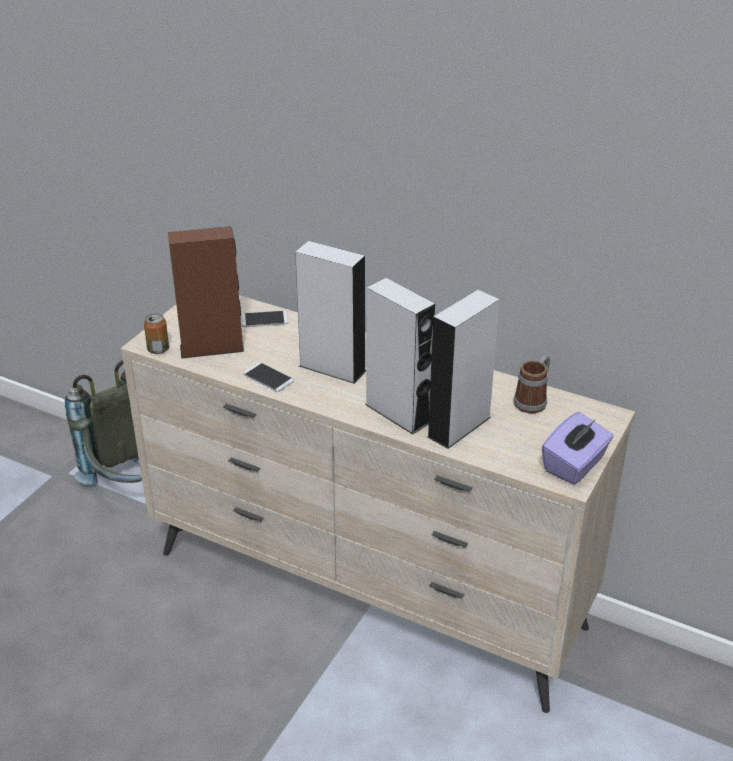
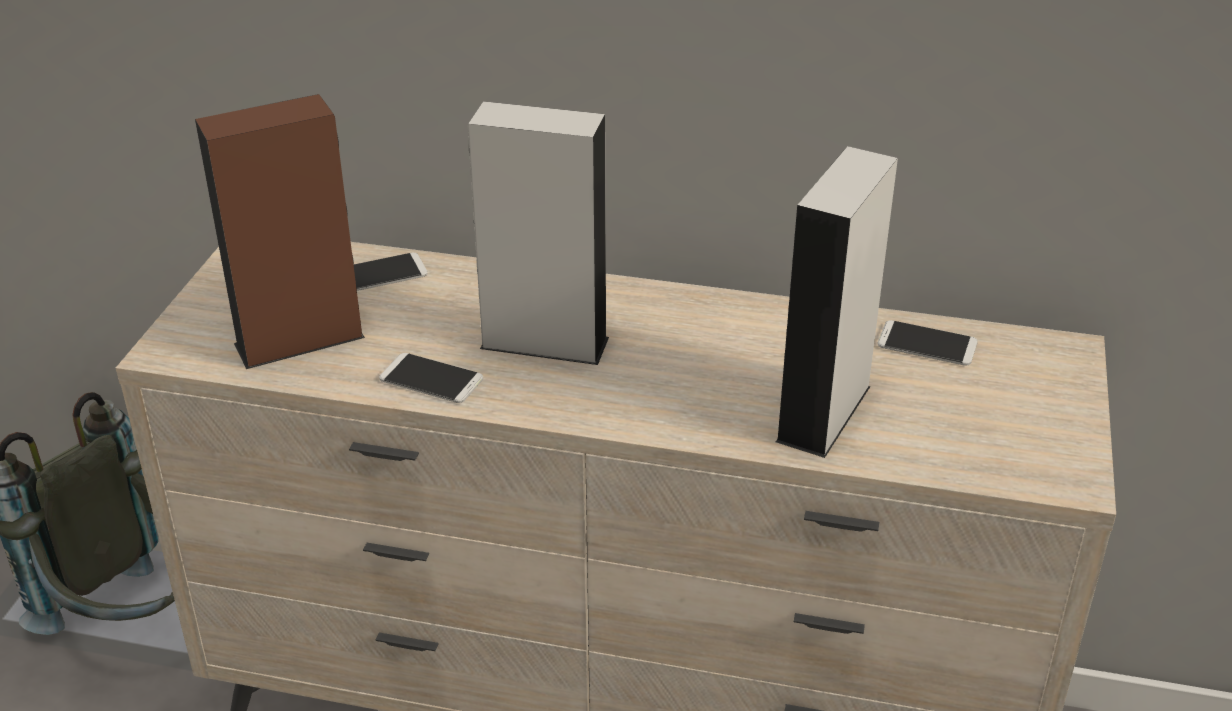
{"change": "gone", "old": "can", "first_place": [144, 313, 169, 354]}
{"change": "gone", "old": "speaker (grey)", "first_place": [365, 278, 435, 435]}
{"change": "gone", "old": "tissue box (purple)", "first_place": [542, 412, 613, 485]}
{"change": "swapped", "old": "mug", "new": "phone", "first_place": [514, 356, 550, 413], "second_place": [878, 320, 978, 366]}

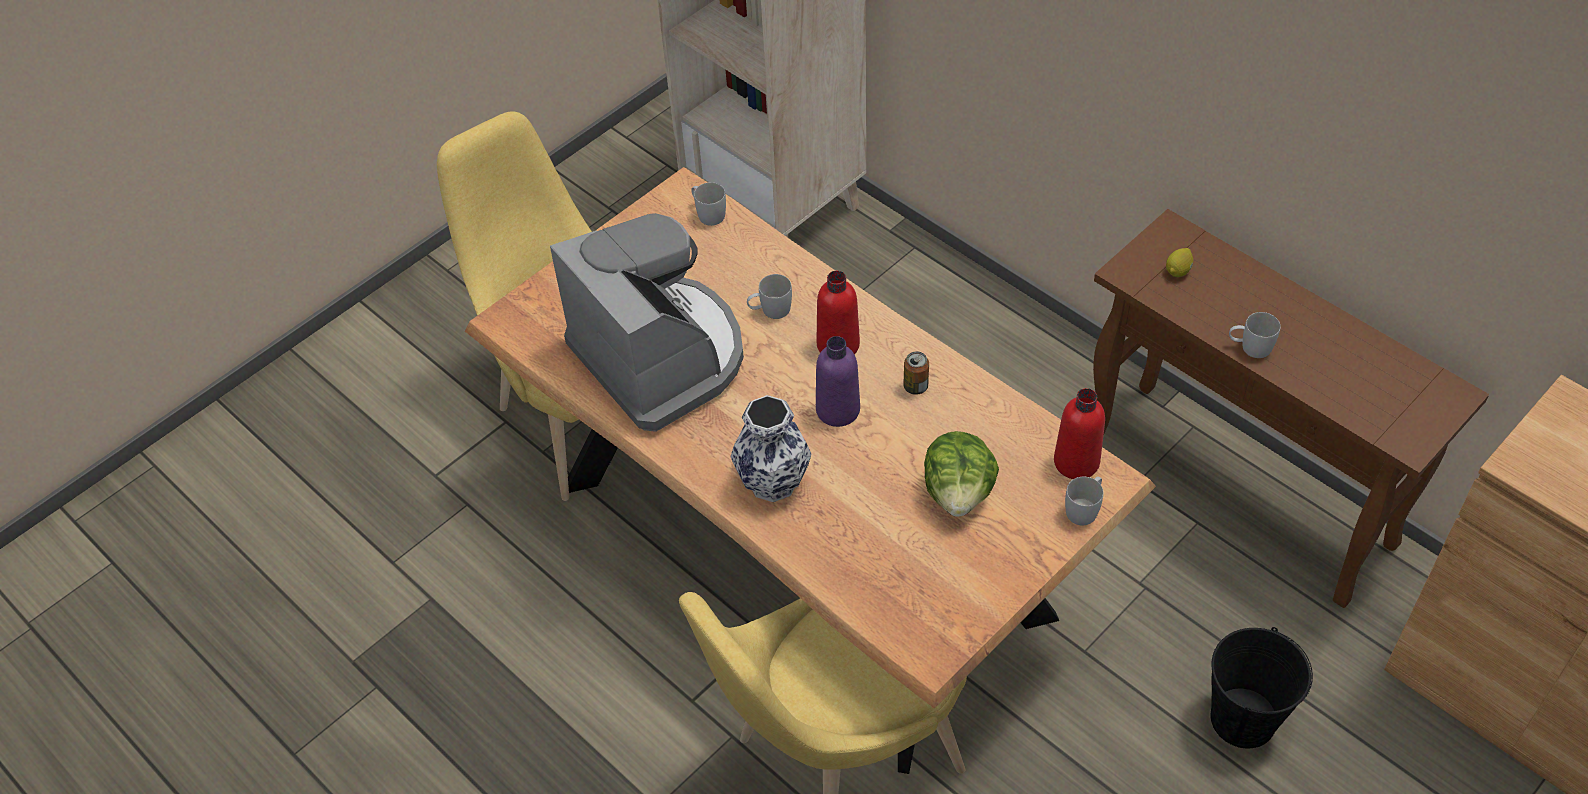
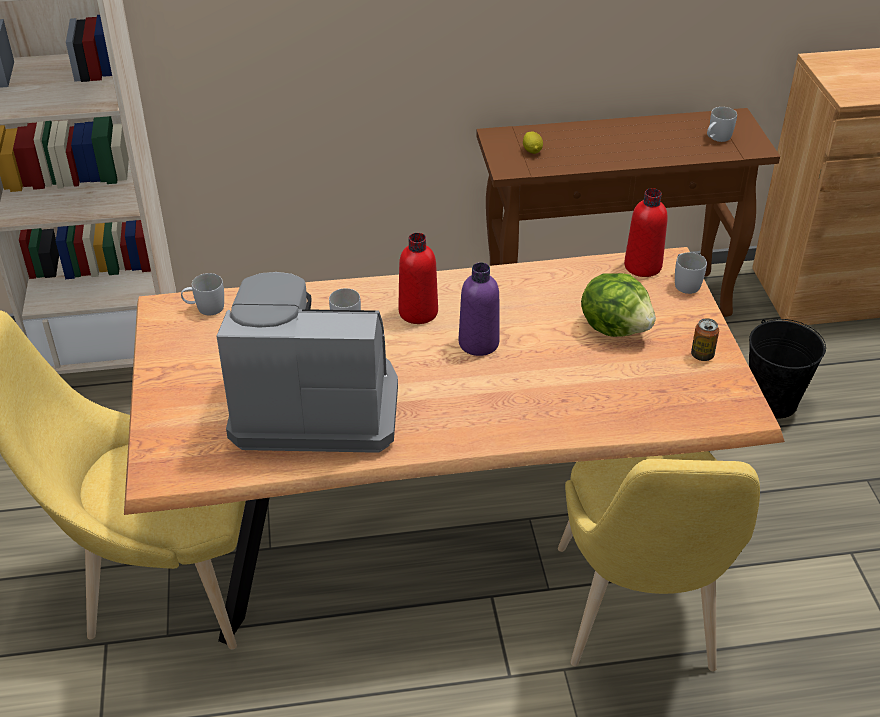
{"change": "gone", "old": "vase", "first_place": [730, 395, 811, 502]}
{"change": "shifted", "old": "can", "first_place": [903, 351, 929, 395], "second_place": [691, 318, 719, 361]}
{"change": "shifted", "old": "mug (white)", "first_place": [1229, 312, 1281, 358], "second_place": [707, 107, 737, 142]}

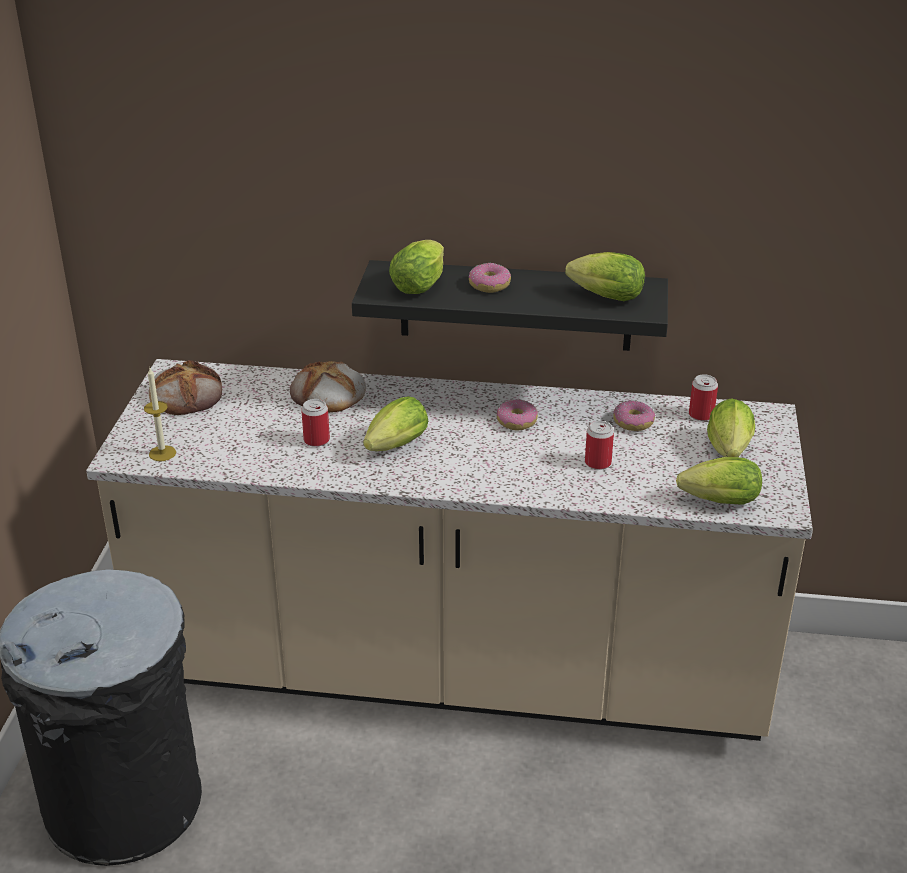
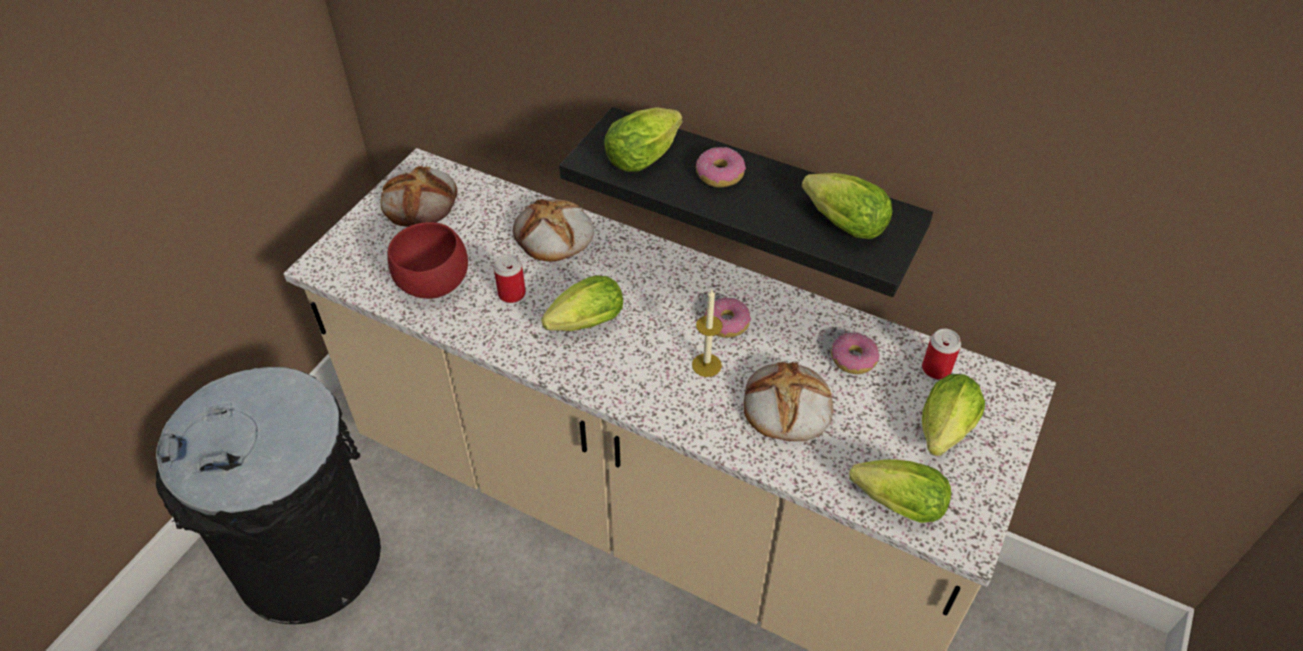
{"change": "new", "new": "bowl (red)", "second_place": [387, 222, 468, 299]}
{"change": "shifted", "old": "candle", "first_place": [144, 368, 176, 461], "second_place": [692, 289, 723, 377]}
{"change": "swapped", "old": "can", "new": "bread", "first_place": [585, 421, 614, 470], "second_place": [744, 362, 833, 441]}

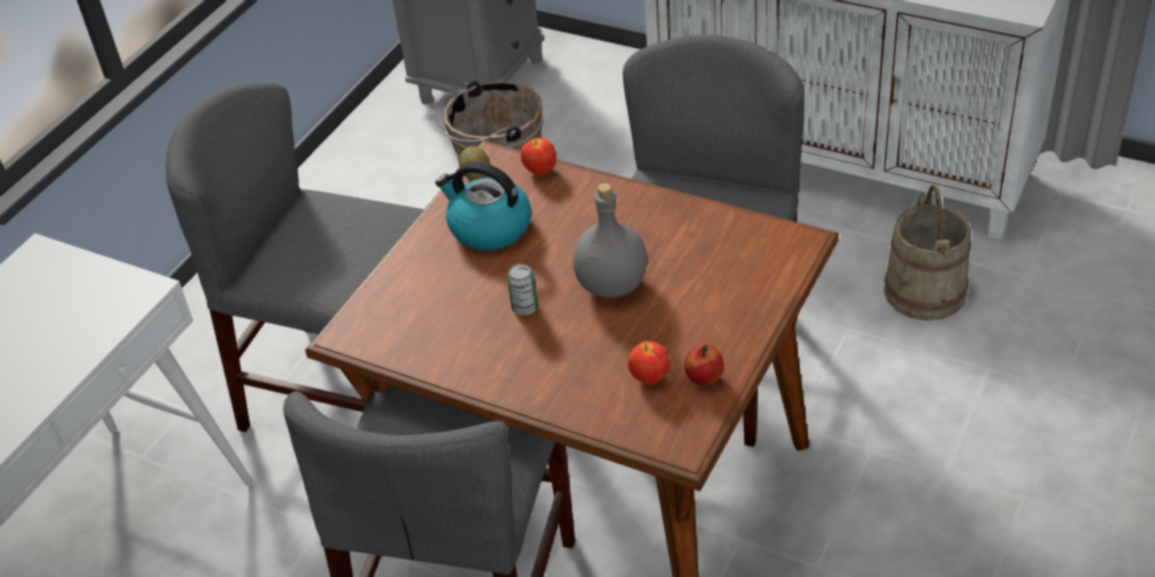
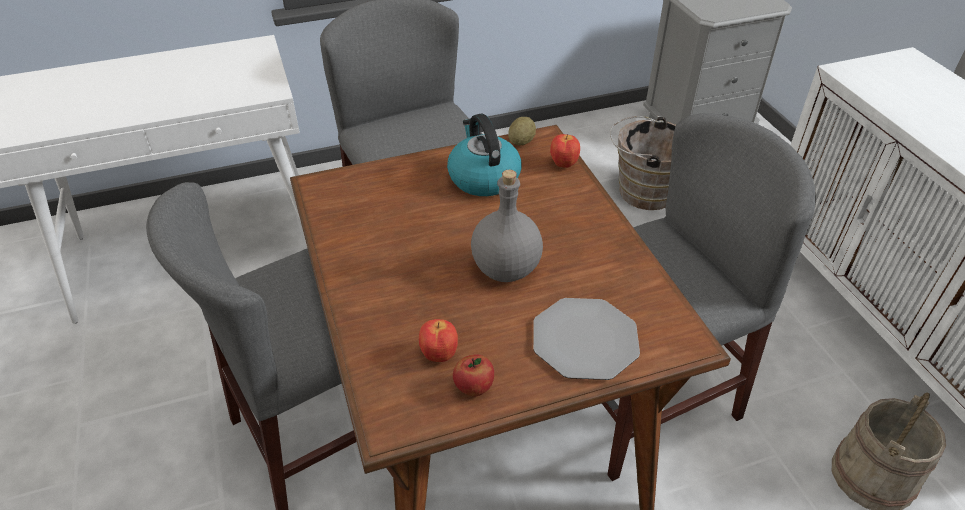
{"change": "gone", "old": "can", "first_place": [507, 264, 538, 316]}
{"change": "new", "new": "plate", "second_place": [533, 298, 640, 380]}

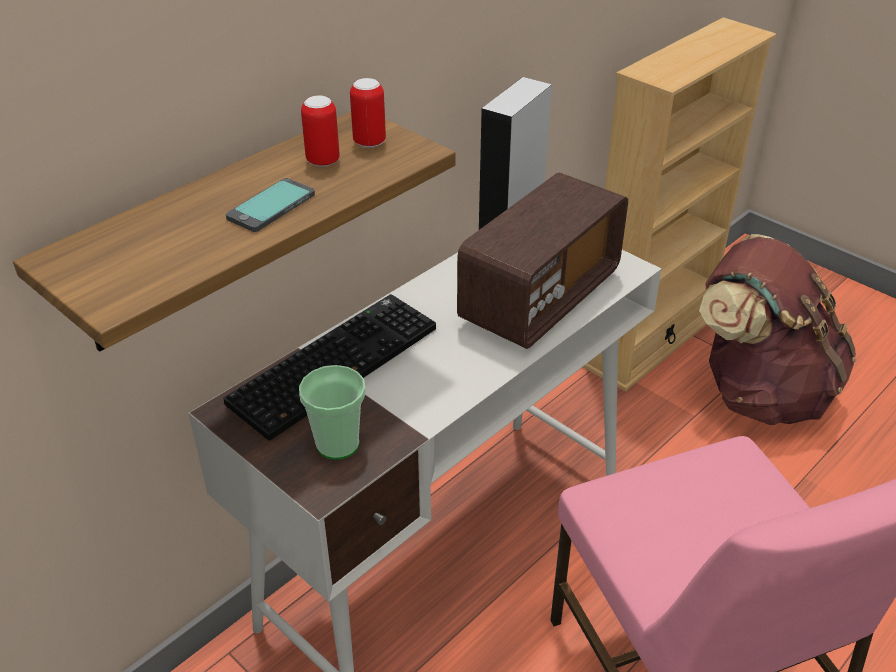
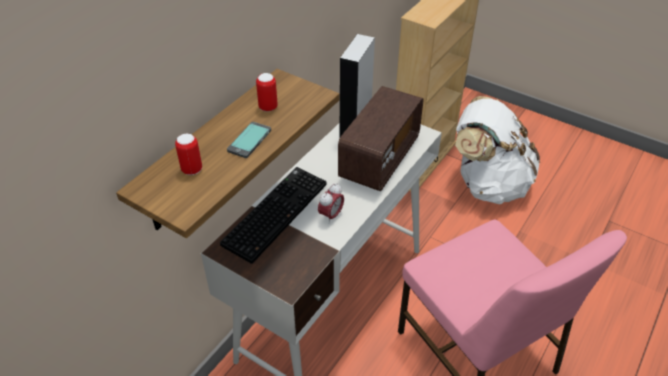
{"change": "gone", "old": "cup", "first_place": [299, 365, 366, 460]}
{"change": "new", "new": "alarm clock", "second_place": [318, 183, 344, 224]}
{"change": "shifted", "old": "can", "first_place": [350, 78, 386, 148], "second_place": [175, 133, 202, 175]}
{"change": "repainted", "old": "backpack (brown)", "new": "backpack (white)", "first_place": [699, 234, 856, 425], "second_place": [455, 96, 540, 204]}

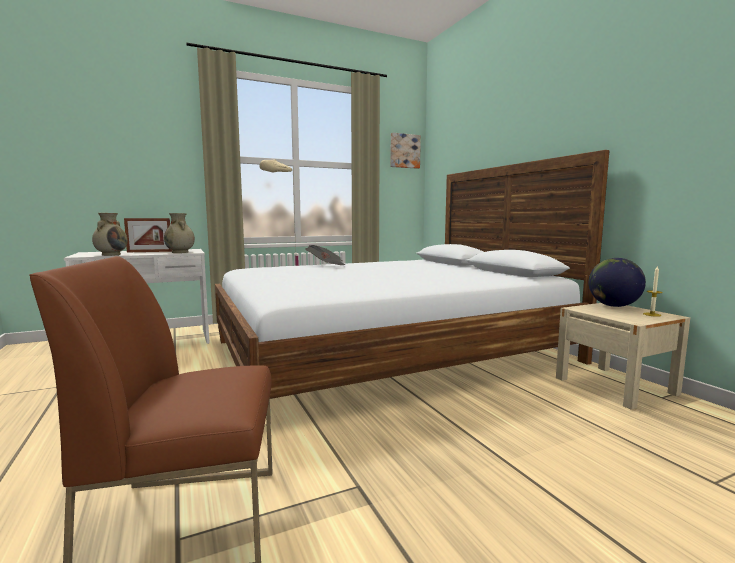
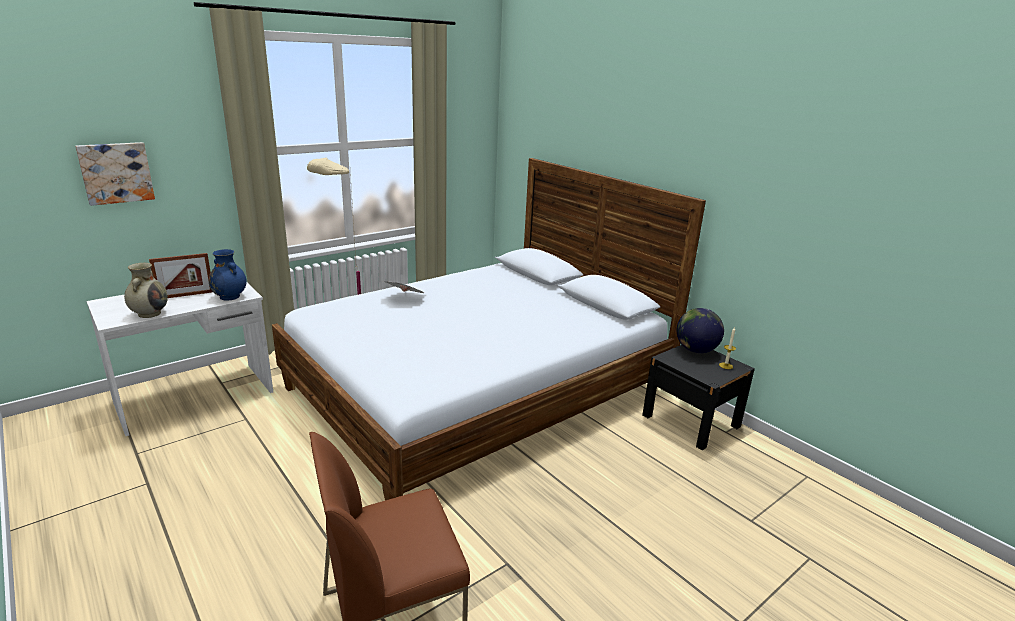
{"change": "shifted", "old": "picture", "first_place": [390, 133, 421, 169], "second_place": [75, 142, 155, 206]}
{"change": "repainted", "old": "vase (beige)", "new": "vase (blue)", "first_place": [164, 213, 195, 253], "second_place": [209, 249, 247, 301]}
{"change": "repainted", "old": "nightstand (beige)", "new": "nightstand (black)", "first_place": [556, 303, 690, 410], "second_place": [642, 345, 755, 450]}

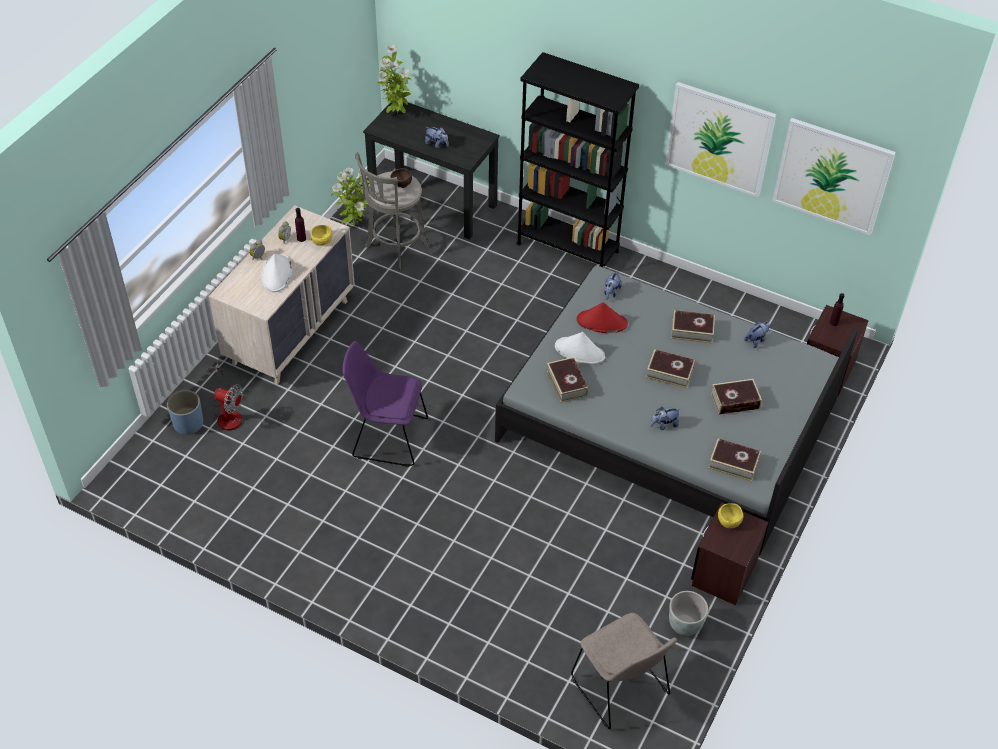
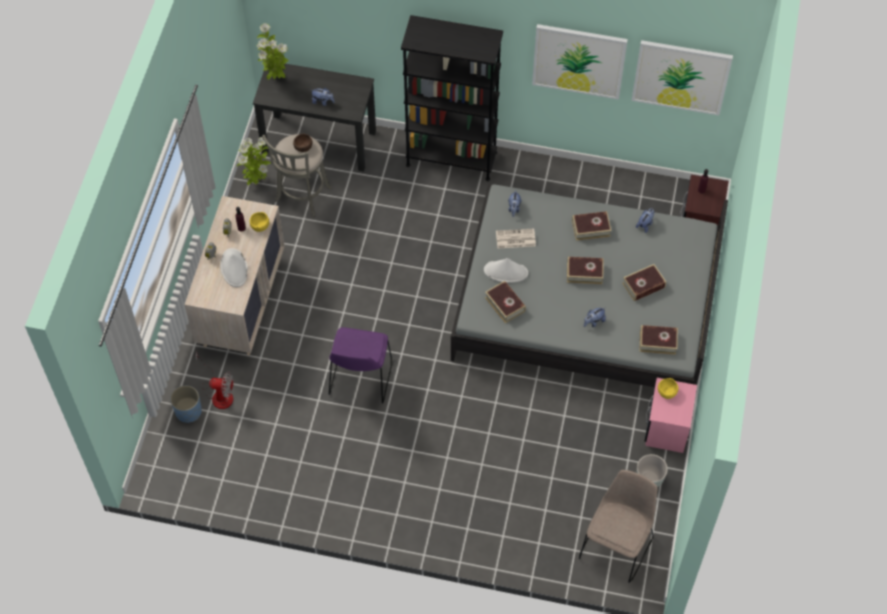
{"change": "swapped", "old": "hat (red)", "new": "newspaper", "first_place": [577, 302, 628, 333], "second_place": [496, 229, 536, 249]}
{"change": "repainted", "old": "nightstand (brown)", "new": "nightstand (pink)", "first_place": [691, 502, 768, 605], "second_place": [644, 378, 697, 453]}
{"change": "rotated", "old": "chair (purple)", "first_place": [342, 341, 428, 467], "second_place": [329, 327, 392, 403], "degrees": -75}
{"change": "rotated", "old": "chair (beige)", "first_place": [571, 613, 677, 729], "second_place": [579, 470, 658, 583], "degrees": -105}

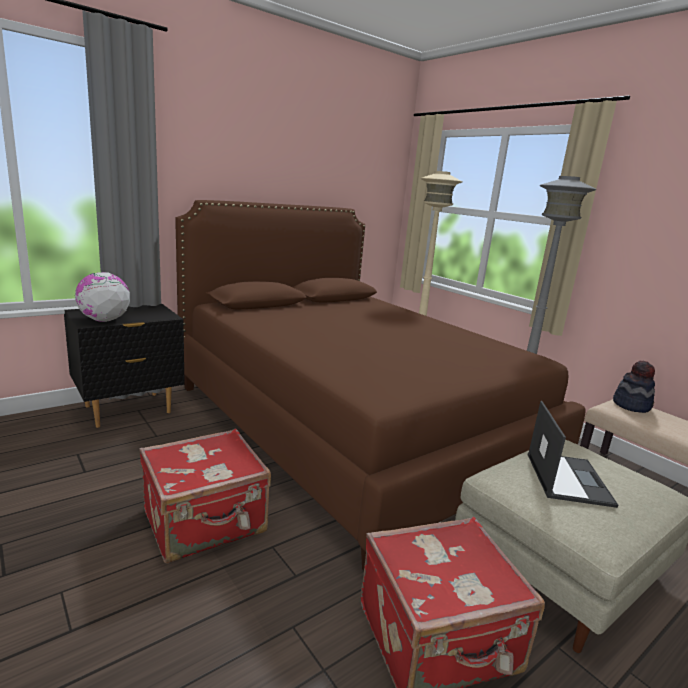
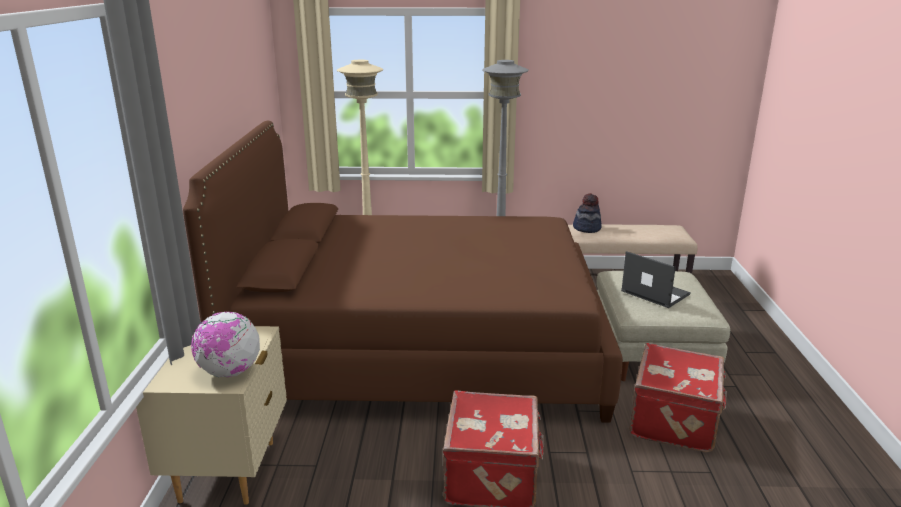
{"change": "repainted", "old": "nightstand (black)", "new": "nightstand (beige)", "first_place": [64, 303, 185, 428], "second_place": [136, 326, 287, 505]}

